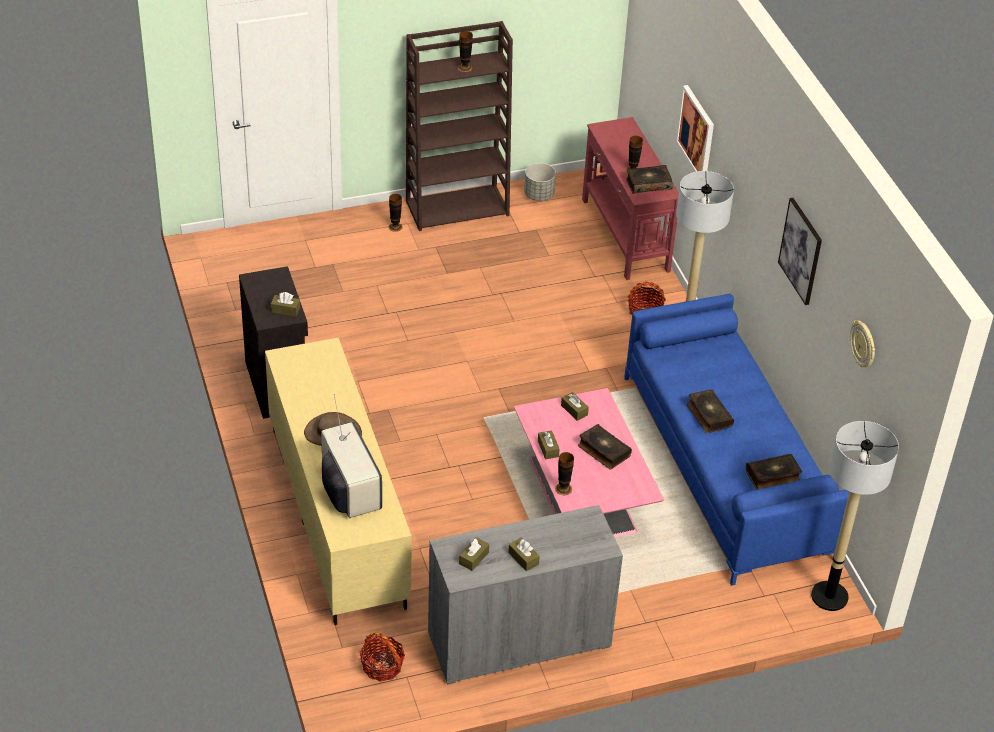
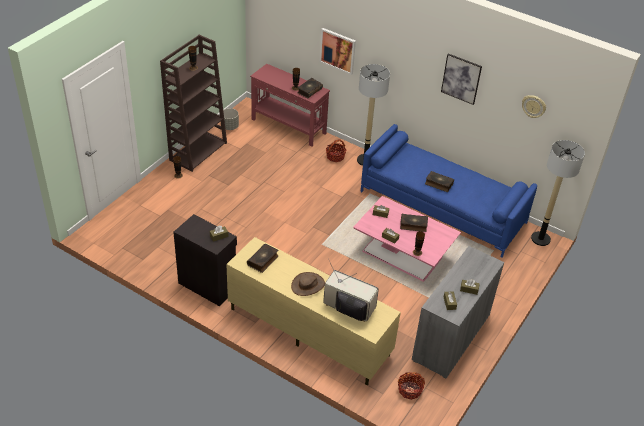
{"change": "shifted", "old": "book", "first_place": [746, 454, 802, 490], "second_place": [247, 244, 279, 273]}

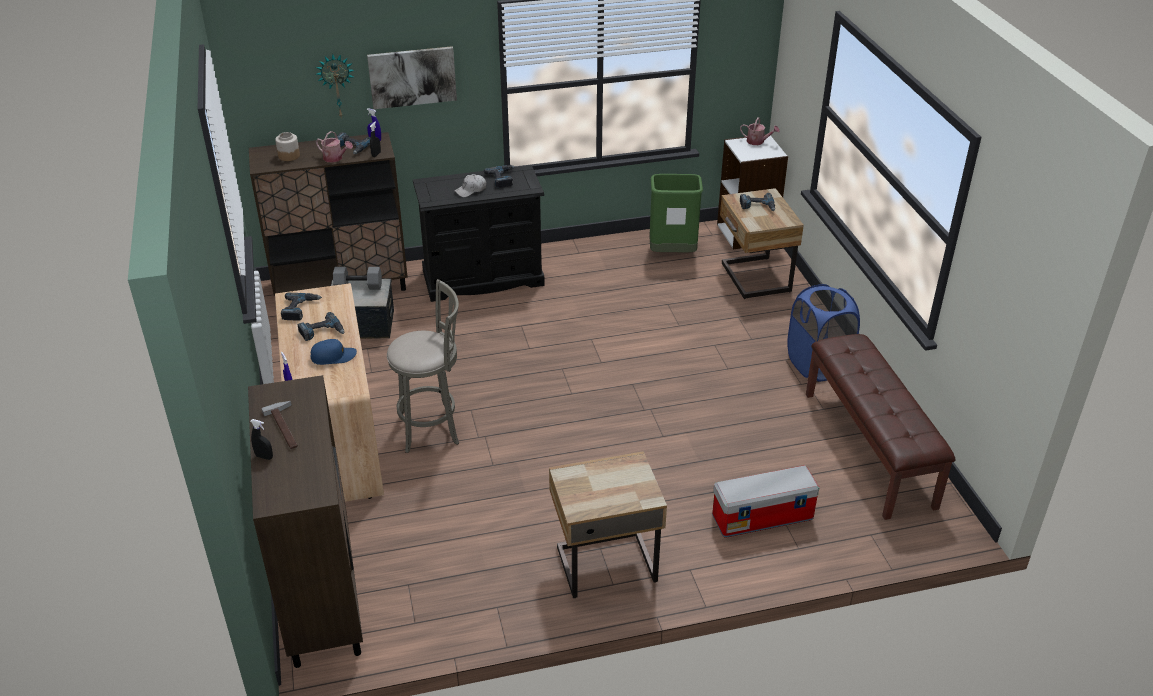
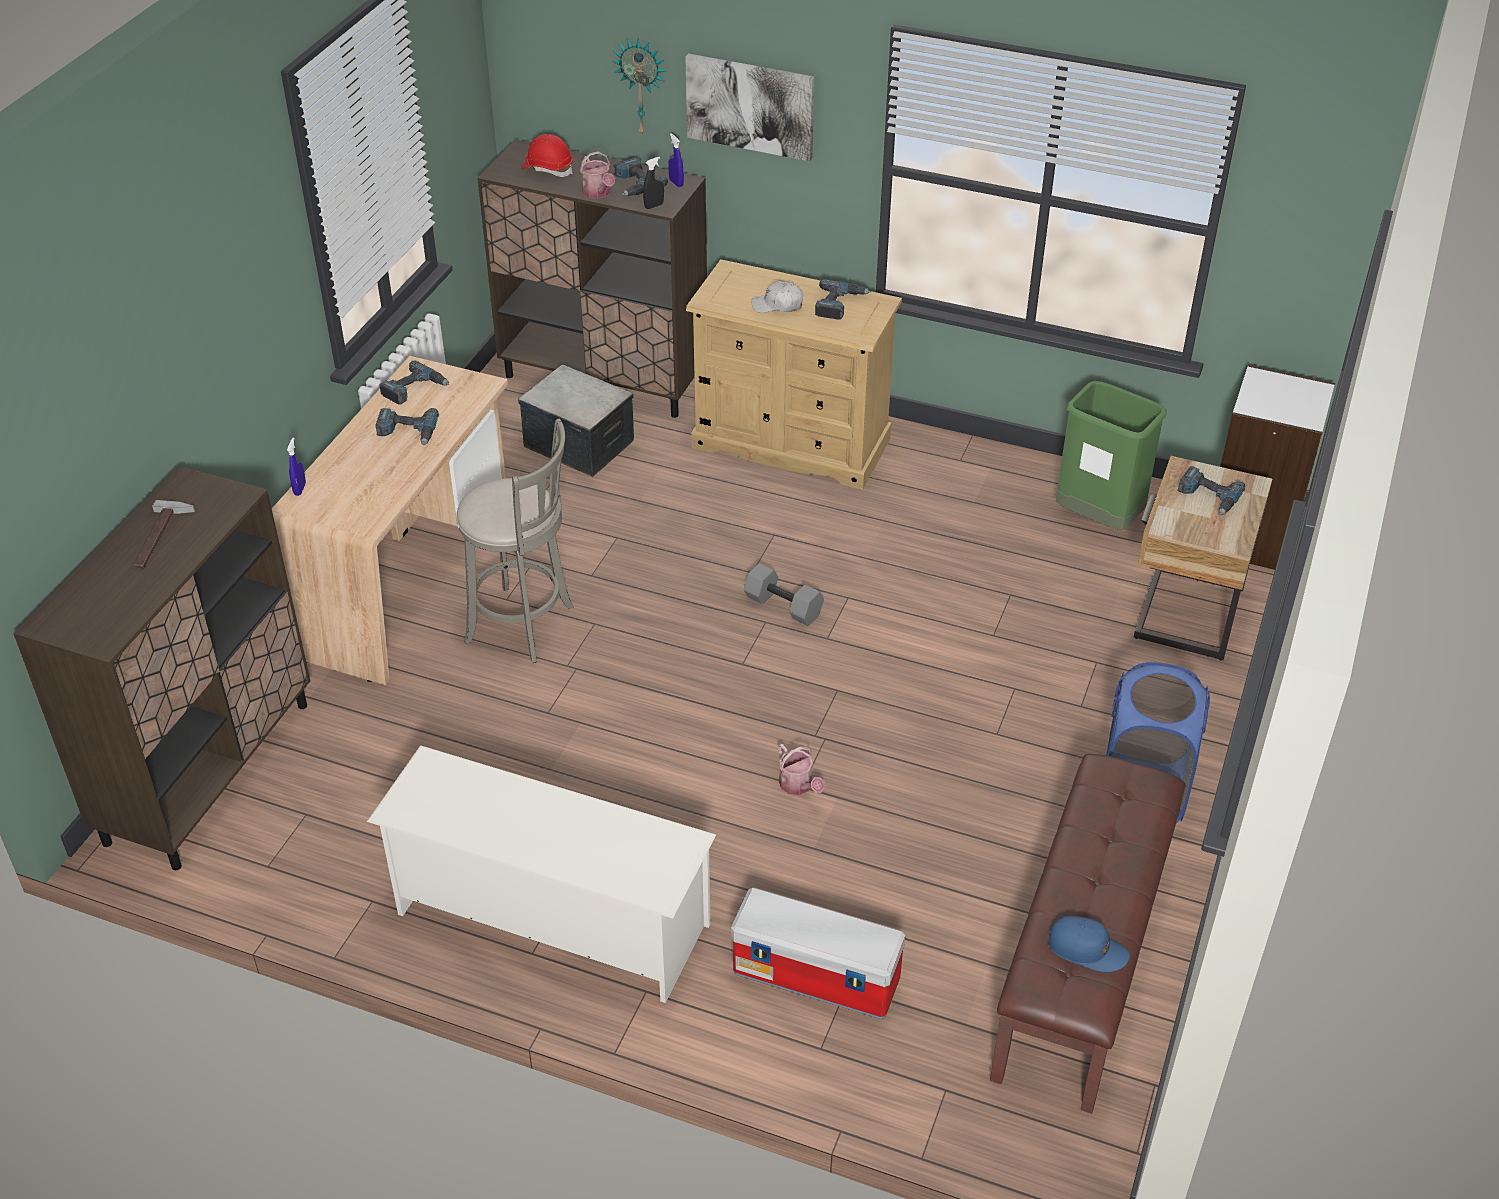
{"change": "gone", "old": "spray bottle (black)", "first_place": [250, 419, 273, 460]}
{"change": "shifted", "old": "cap (blue)", "first_place": [310, 339, 357, 365], "second_place": [1048, 916, 1130, 972]}
{"change": "shifted", "old": "dumbbell (grey)", "first_place": [333, 267, 382, 290], "second_place": [744, 563, 824, 626]}
{"change": "shifted", "old": "watering can", "first_place": [740, 117, 780, 145], "second_place": [778, 744, 825, 795]}
{"change": "swapped", "old": "jar", "new": "hard hat (red)", "first_place": [275, 132, 300, 161], "second_place": [521, 134, 573, 177]}
{"change": "swapped", "old": "nightstand (beige)", "new": "shoe rack (white)", "first_place": [549, 451, 667, 598], "second_place": [367, 745, 716, 1003]}
{"change": "repainted", "old": "dresser (black)", "new": "dresser (beige)", "first_place": [413, 165, 545, 302], "second_place": [686, 259, 902, 490]}

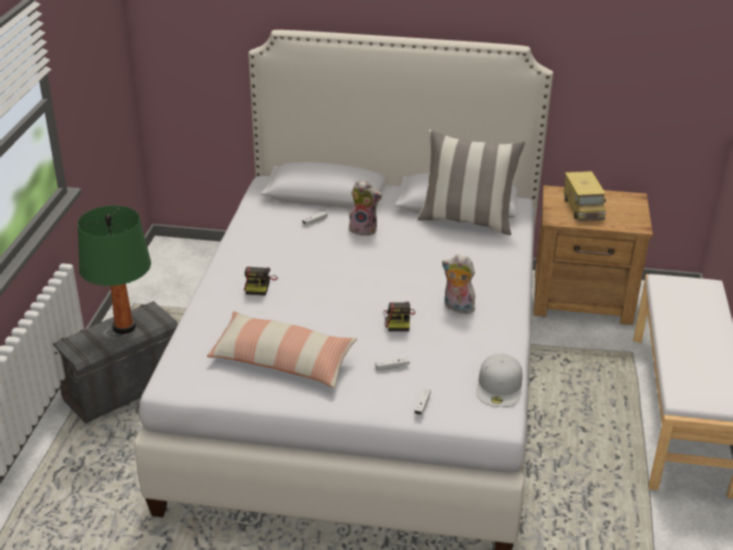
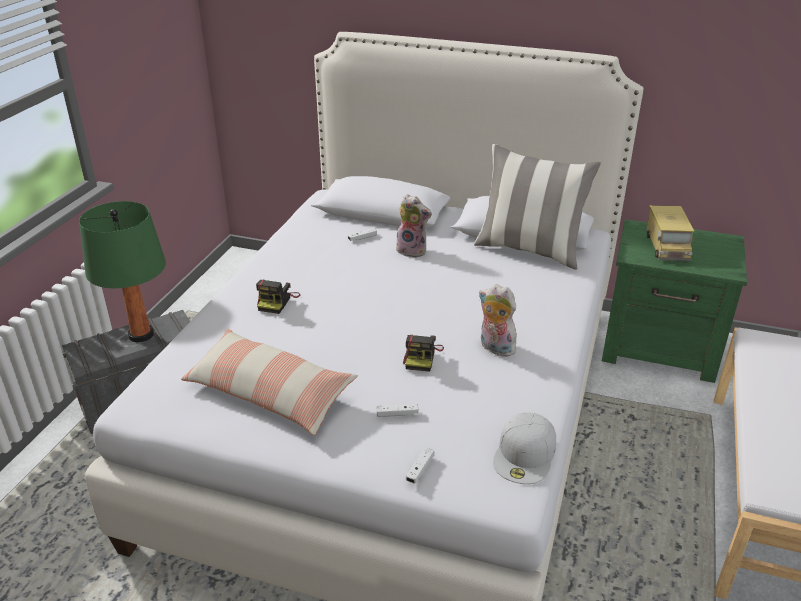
{"change": "repainted", "old": "nightstand (brown)", "new": "nightstand (green)", "first_place": [534, 185, 653, 325], "second_place": [602, 219, 747, 383]}

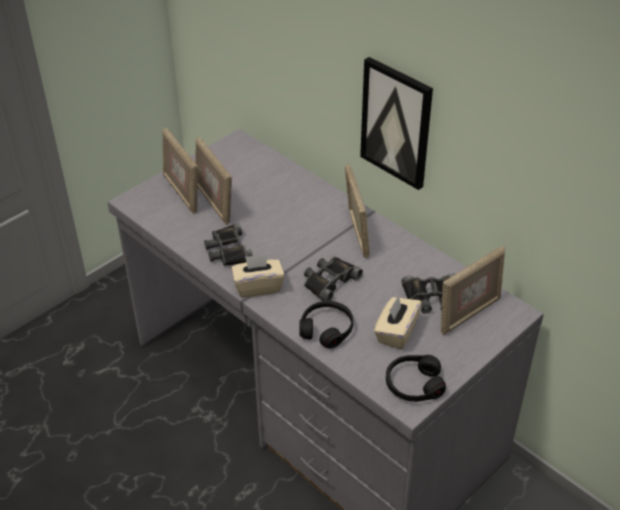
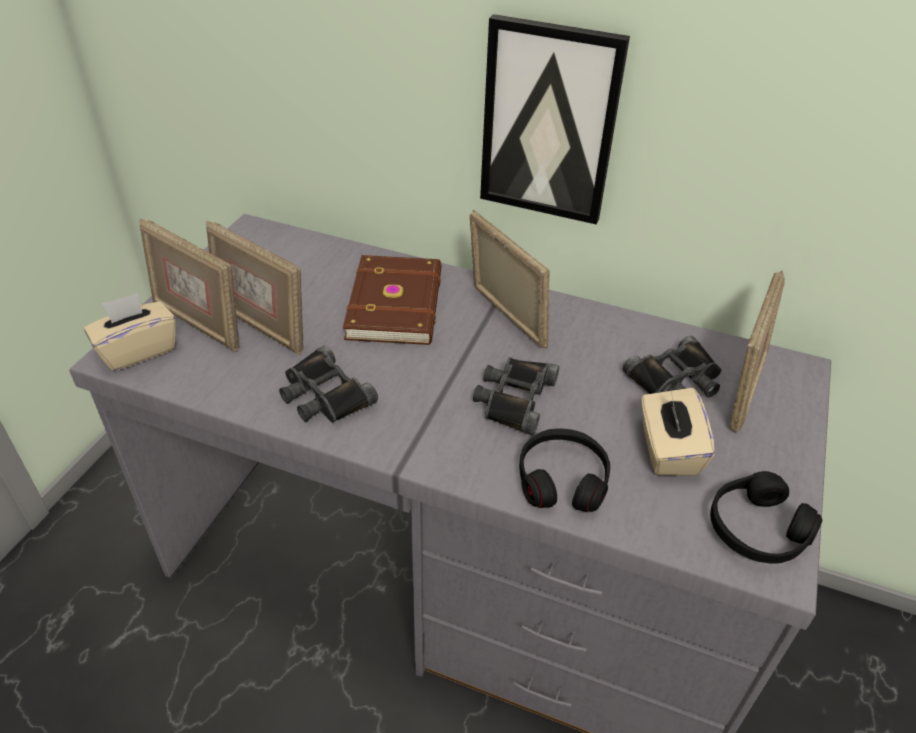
{"change": "new", "new": "book (brown)", "second_place": [343, 255, 442, 345]}
{"change": "shifted", "old": "tissue box (beige)", "first_place": [231, 254, 285, 298], "second_place": [84, 293, 176, 371]}

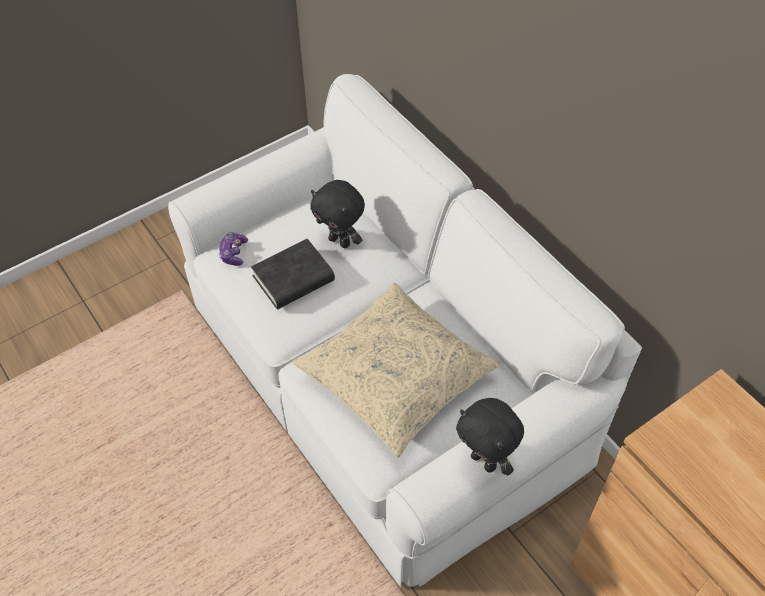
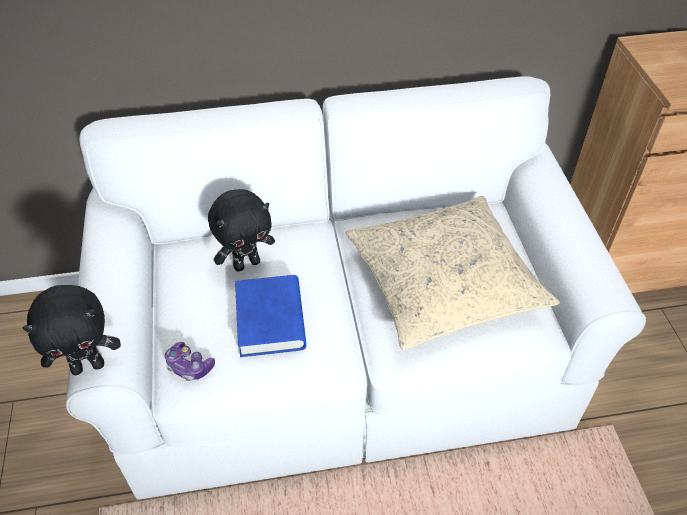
{"change": "shifted", "old": "plush toy (black)", "first_place": [456, 398, 524, 476], "second_place": [23, 285, 121, 375]}
{"change": "repainted", "old": "book (black)", "new": "book (blue)", "first_place": [251, 239, 335, 309], "second_place": [235, 275, 306, 357]}

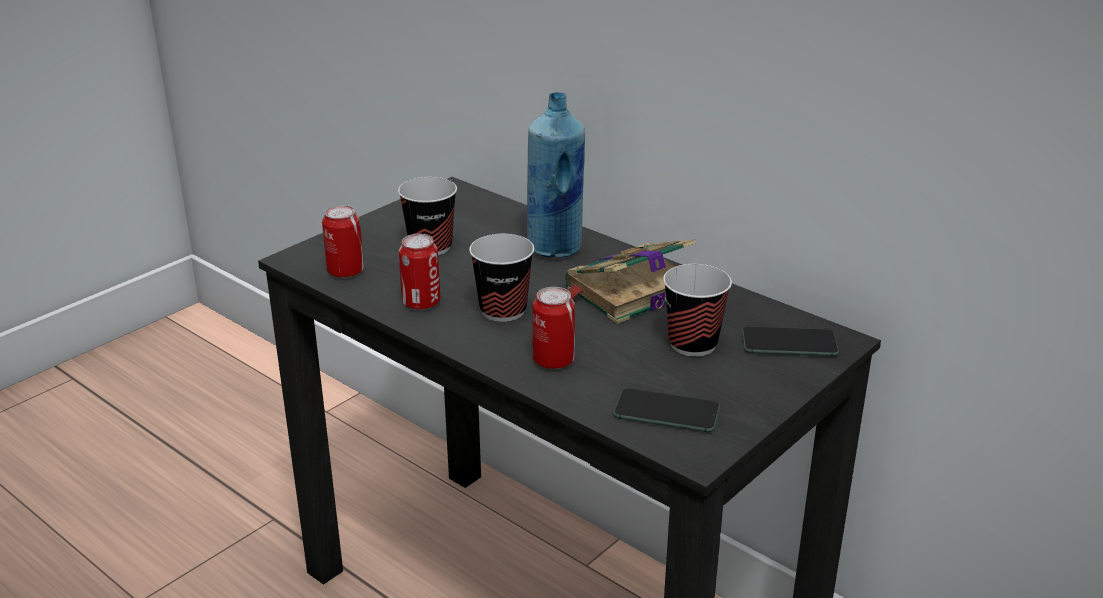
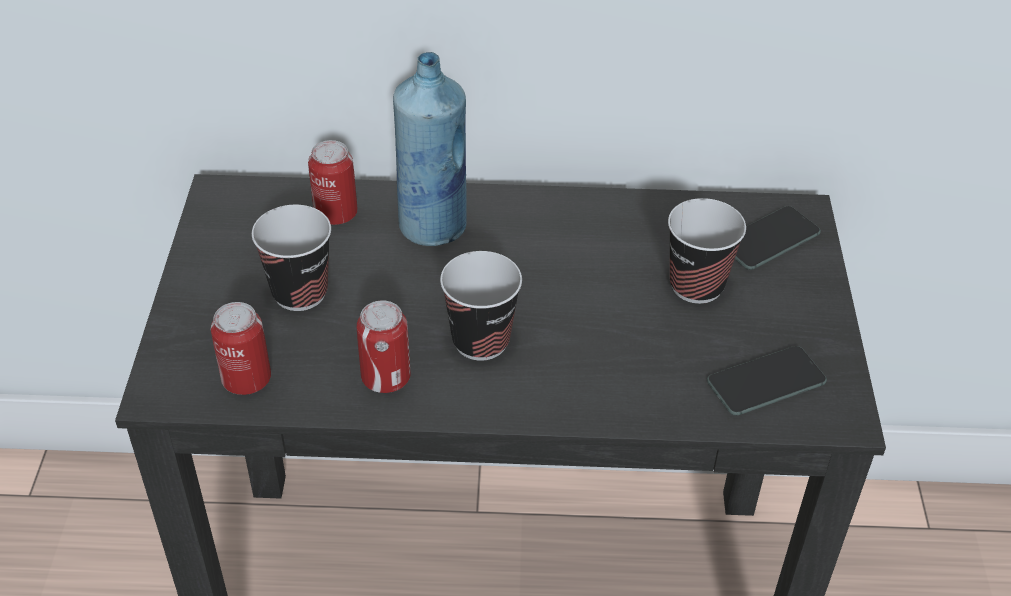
{"change": "gone", "old": "book", "first_place": [565, 240, 696, 324]}
{"change": "shifted", "old": "can", "first_place": [533, 287, 575, 369], "second_place": [308, 140, 358, 225]}

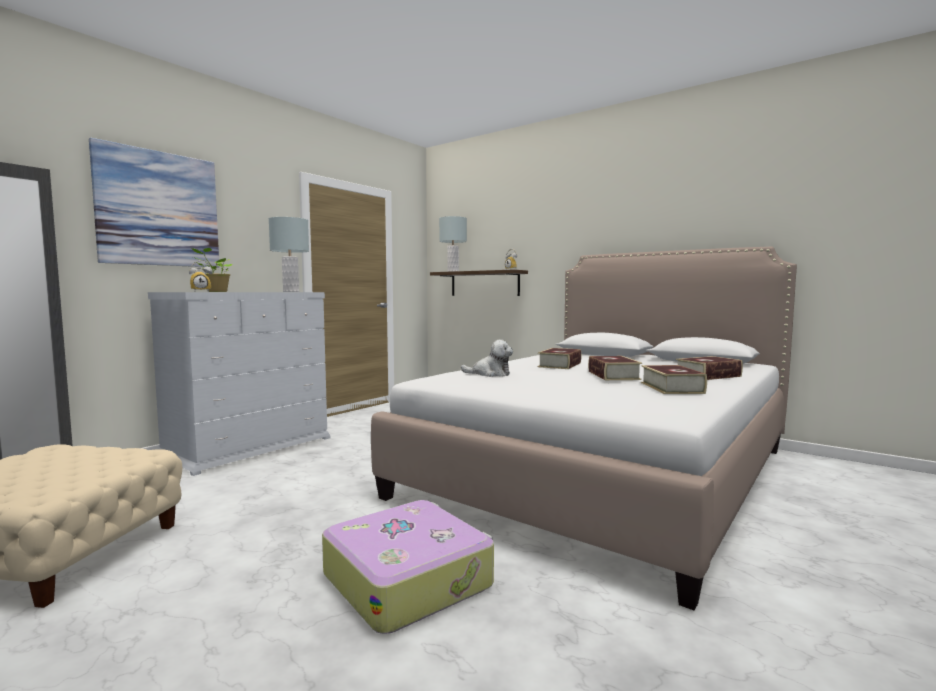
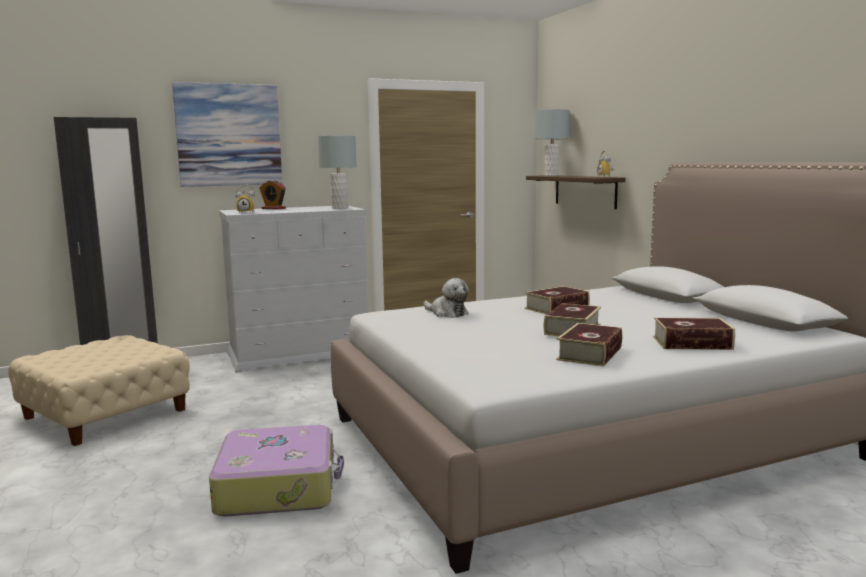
{"change": "swapped", "old": "potted plant", "new": "alarm clock", "first_place": [192, 248, 232, 292], "second_place": [259, 180, 286, 209]}

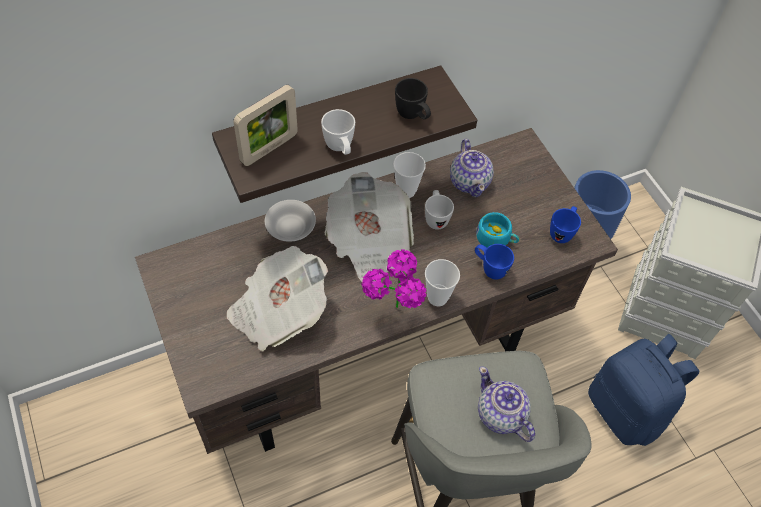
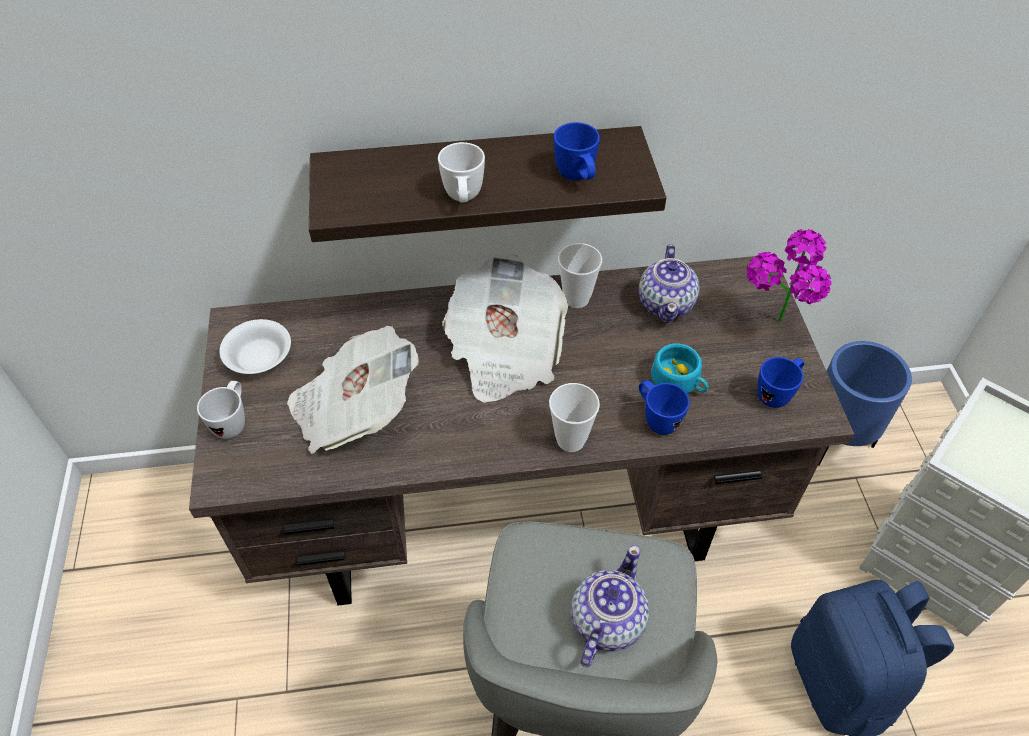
{"change": "gone", "old": "picture frame", "first_place": [233, 85, 298, 166]}
{"change": "shifted", "old": "bowl (white)", "first_place": [265, 200, 316, 242], "second_place": [219, 319, 291, 374]}
{"change": "shifted", "old": "potted plant", "first_place": [361, 249, 426, 308], "second_place": [746, 229, 832, 322]}
{"change": "shifted", "old": "mug (white)", "first_place": [425, 190, 454, 230], "second_place": [197, 381, 245, 439]}
{"change": "repainted", "old": "mug (black)", "new": "mug (blue)", "first_place": [395, 78, 431, 119], "second_place": [554, 122, 600, 180]}
{"change": "rotated", "old": "teapot", "first_place": [478, 366, 535, 442], "second_place": [571, 545, 649, 667], "degrees": 45}

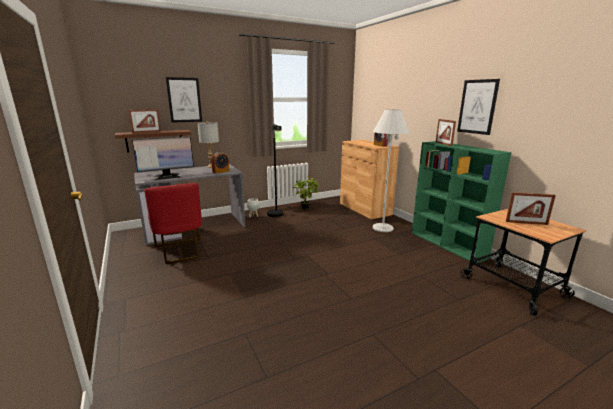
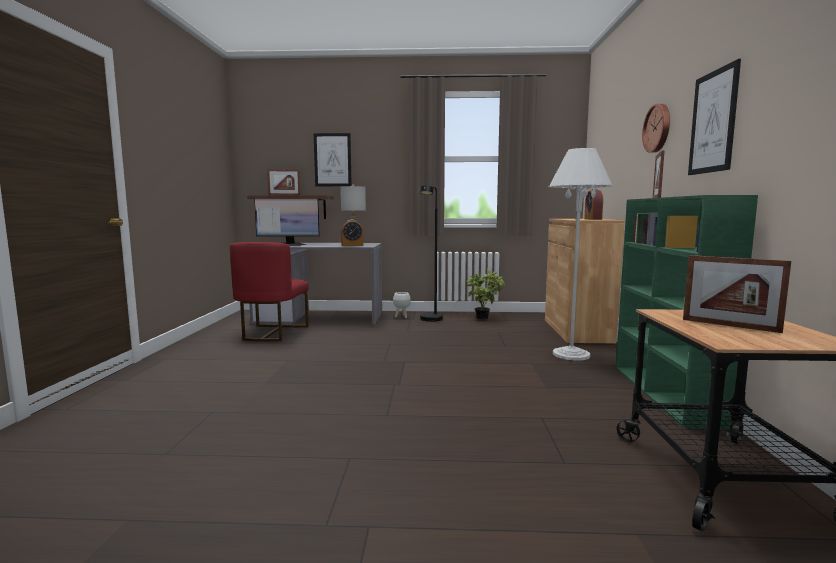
{"change": "new", "new": "wall clock", "second_place": [642, 104, 670, 153]}

